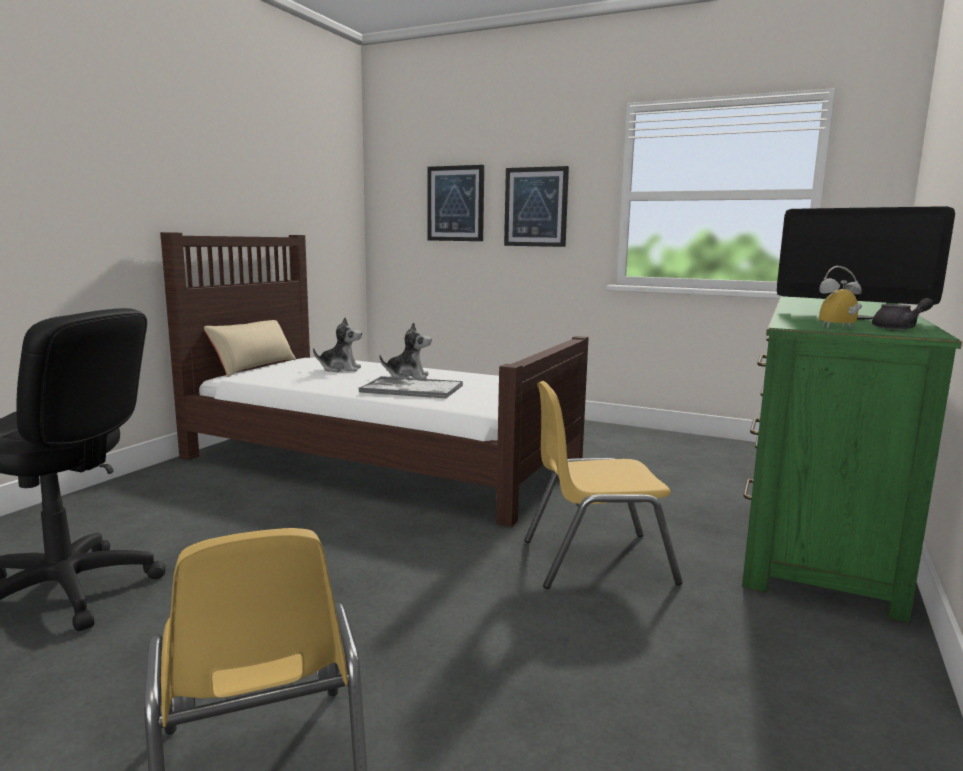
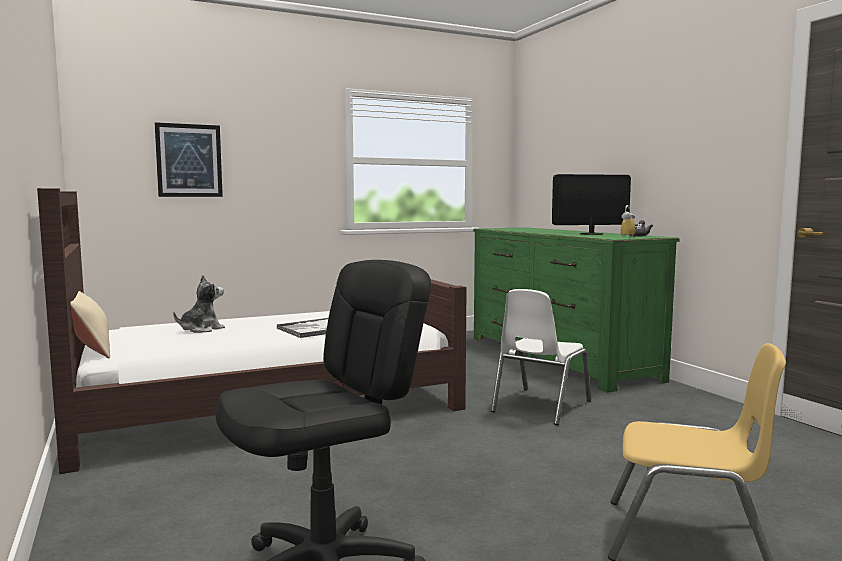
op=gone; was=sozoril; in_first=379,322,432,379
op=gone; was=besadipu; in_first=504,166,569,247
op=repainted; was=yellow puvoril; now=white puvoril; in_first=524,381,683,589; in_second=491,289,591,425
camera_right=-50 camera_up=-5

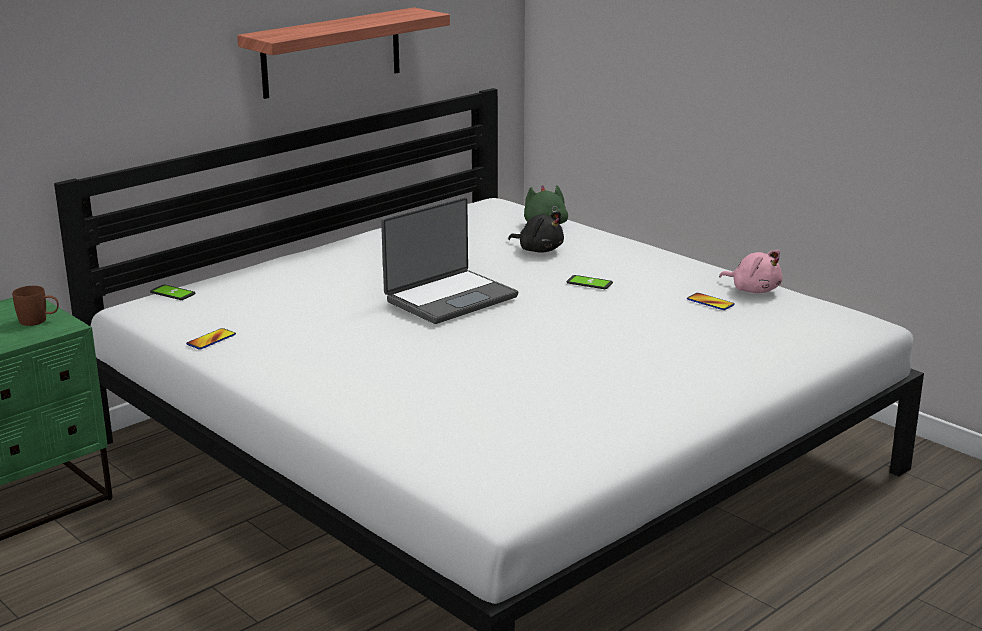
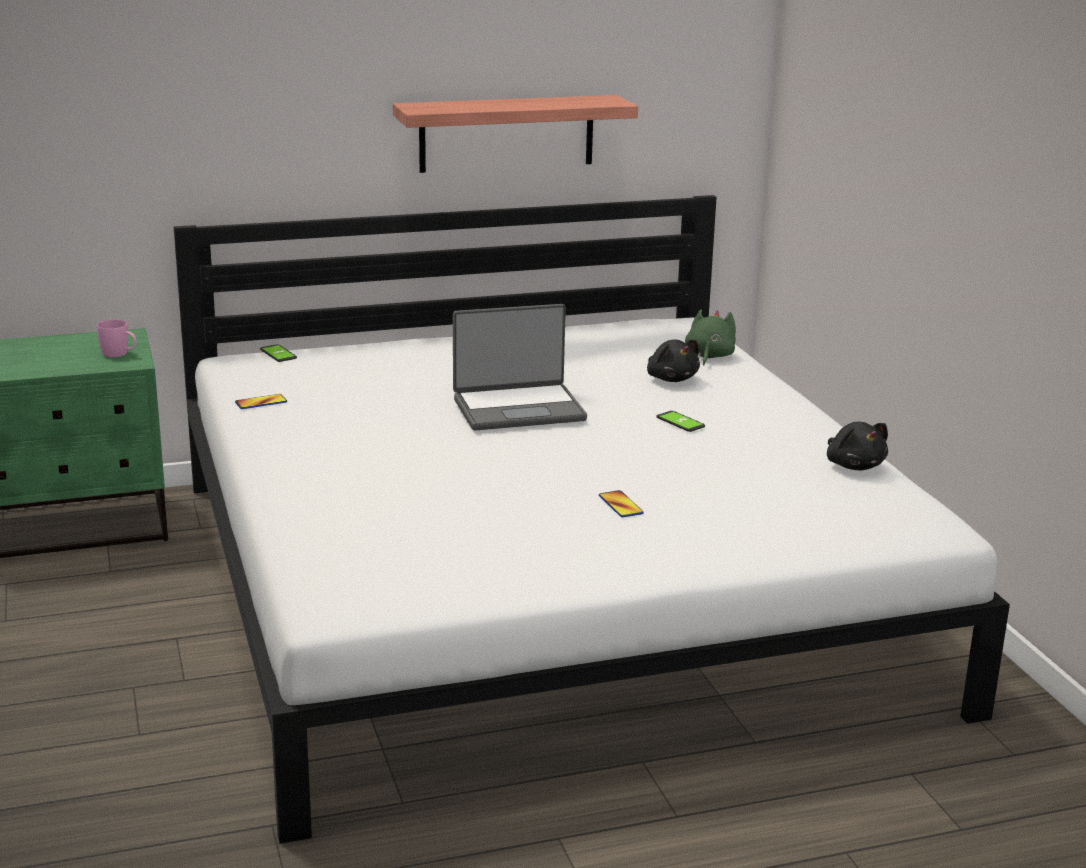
op=repainted; was=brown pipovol; now=pink pipovol; in_first=12,286,59,326; in_second=97,319,137,357
op=shifted; was=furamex; in_first=687,293,735,310; in_second=599,490,644,517
op=repainted; was=pink sozoril; now=black sozoril; in_first=719,250,782,293; in_second=827,422,888,470
camera_right=25 camera_up=0

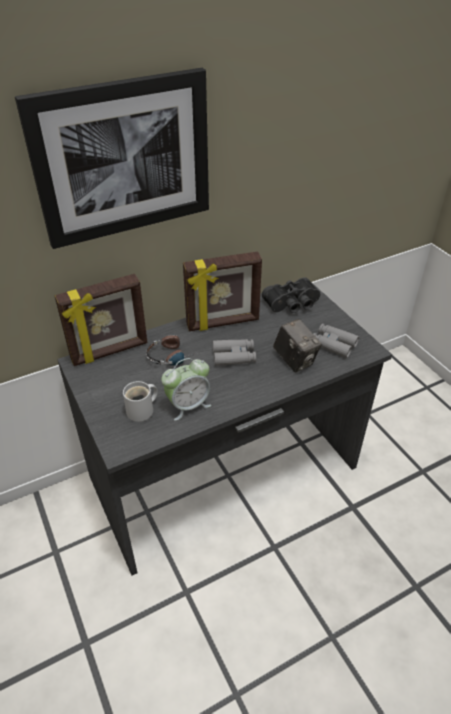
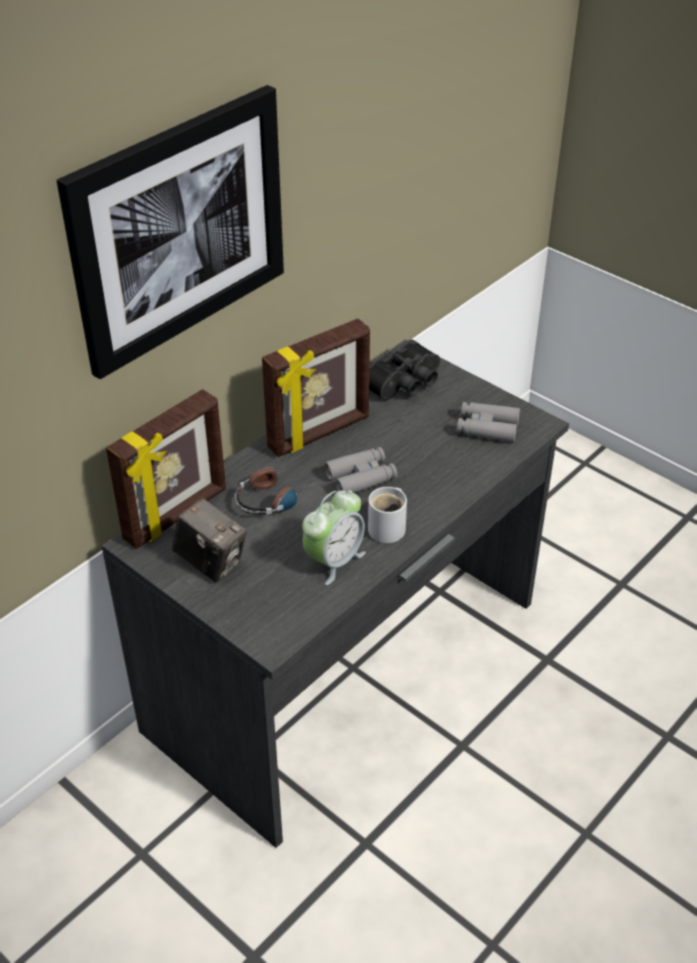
op=shifted; was=white pipovol; in_first=123,381,158,422; in_second=368,487,407,543
op=shifted; was=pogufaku; in_first=273,319,322,372; in_second=172,498,247,582
camera_right=-20 camera_up=0

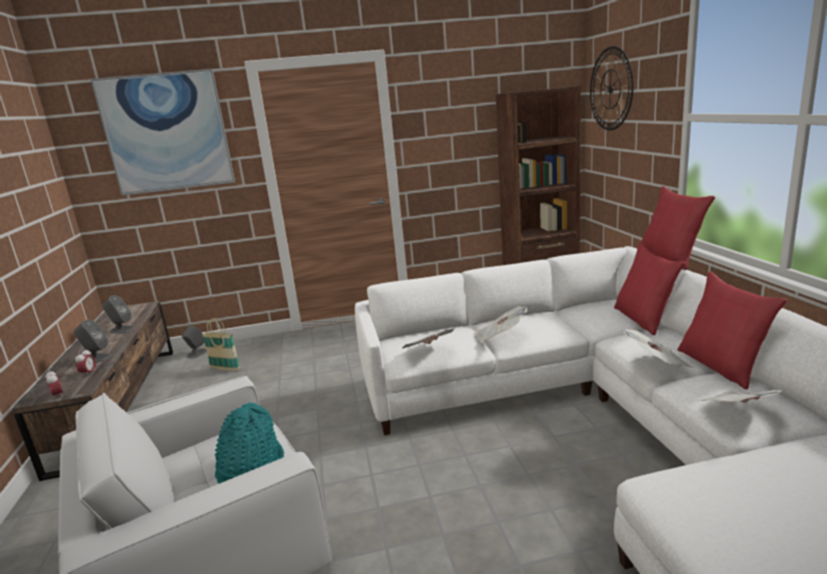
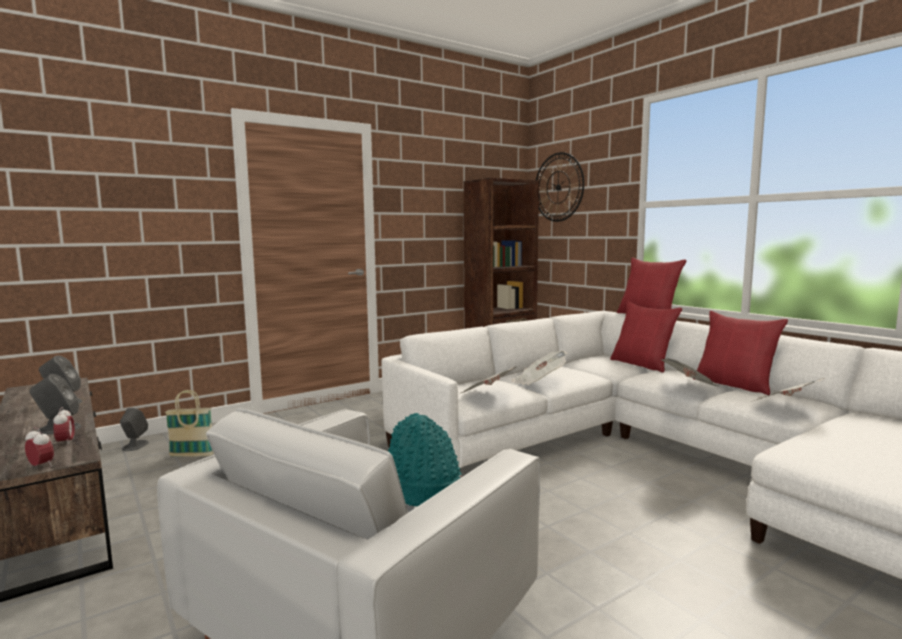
op=gone; was=besadipu; in_first=90,69,235,196
camera_right=-25 camera_up=-10

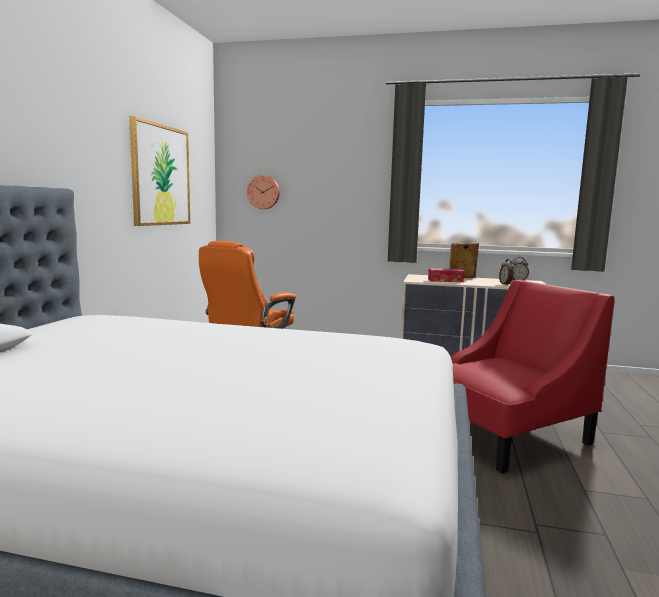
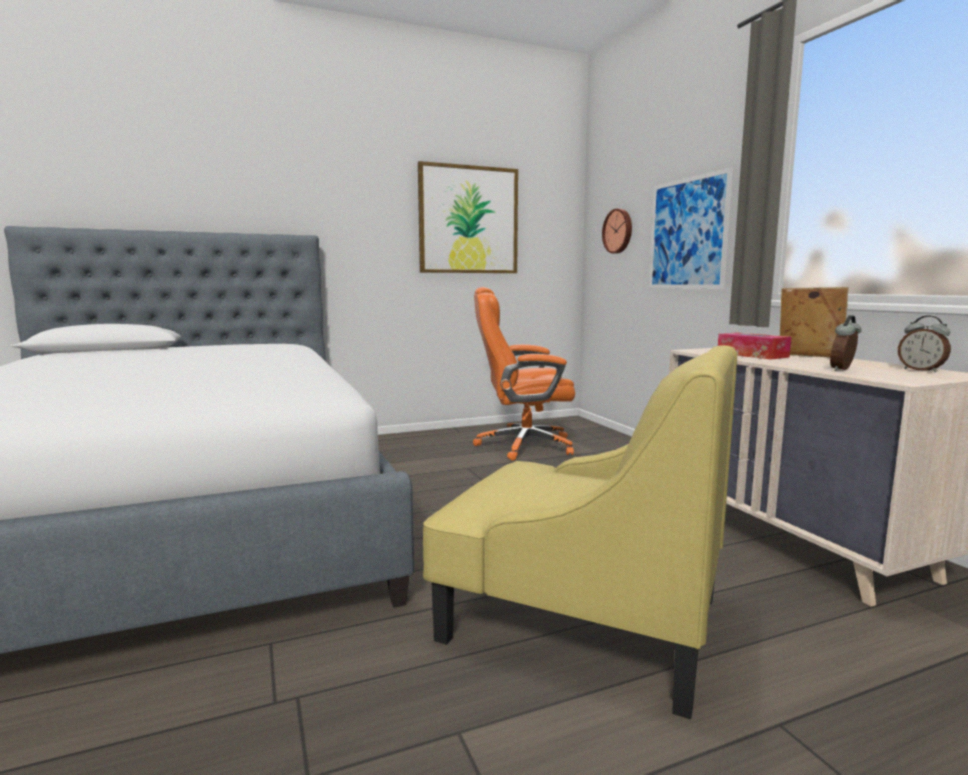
op=repainted; was=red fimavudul; now=yellow fimavudul; in_first=451,280,615,474; in_second=423,345,737,719
op=new; now=besadipu; in_second=649,167,733,289
camera_right=55 camera_up=0

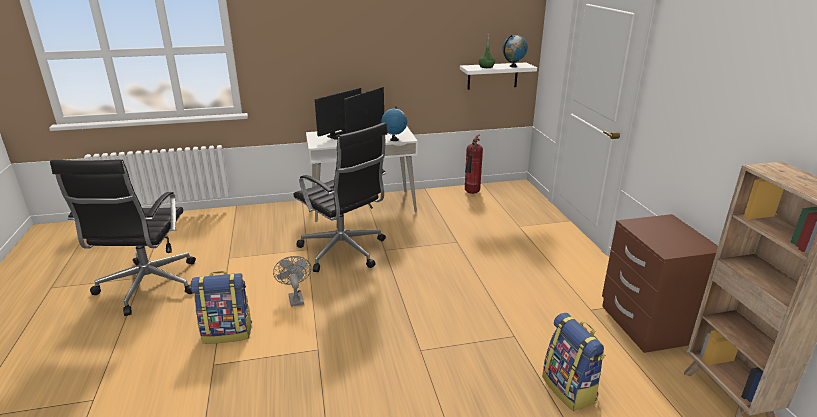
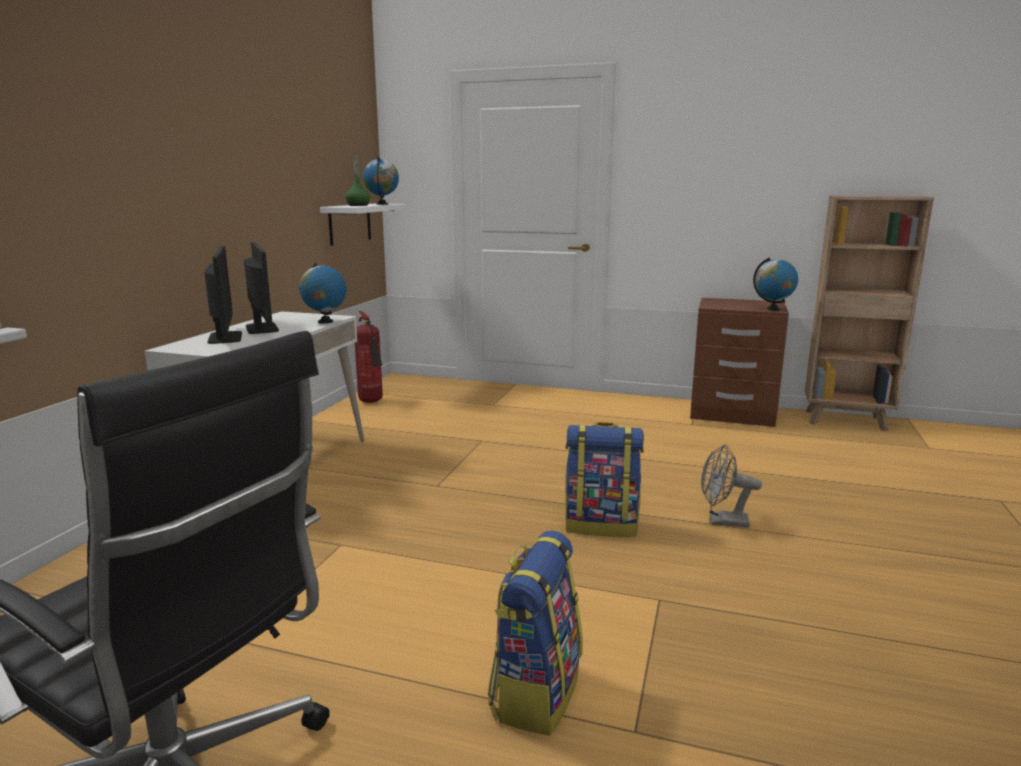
op=shifted; was=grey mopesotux; in_first=273,256,311,307; in_second=701,444,762,528
op=gone; was=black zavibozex; in_first=294,123,388,272
op=shifted; was=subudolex; in_first=542,313,605,411; in_second=565,422,644,537
op=new; now=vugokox; in_second=753,257,798,311
camera_right=-60 camera_up=-10

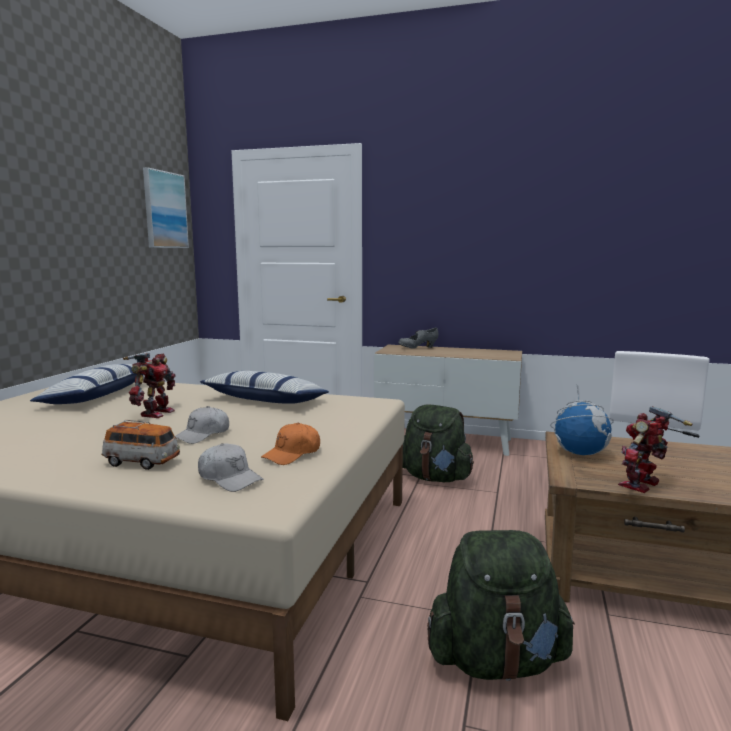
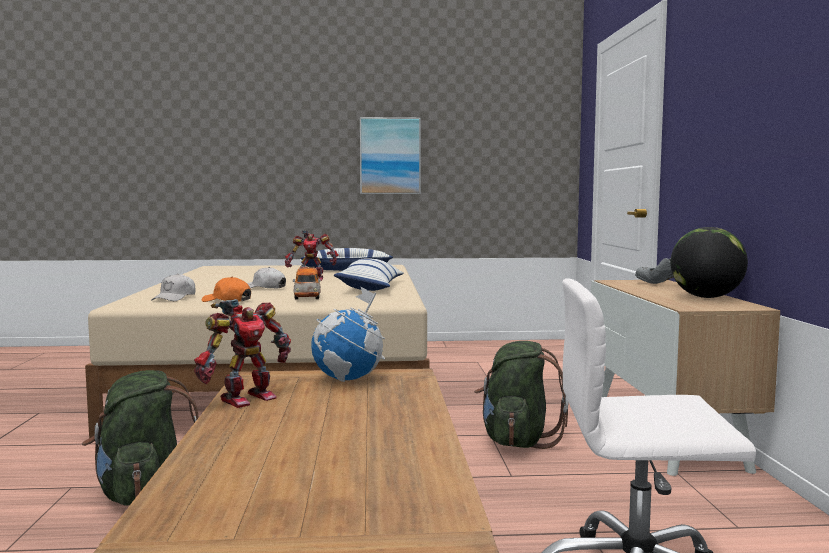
op=shifted; was=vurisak; in_first=101,420,180,470; in_second=293,266,321,300
op=shifted; was=besadipu; in_first=143,167,189,248; in_second=360,117,421,194
op=rotated; was=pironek; in_first=618,406,692,493; in_second=194,299,291,408; clockwise=105
op=new; now=vugokox; in_second=670,227,748,298
camera_right=70 camera_up=-5

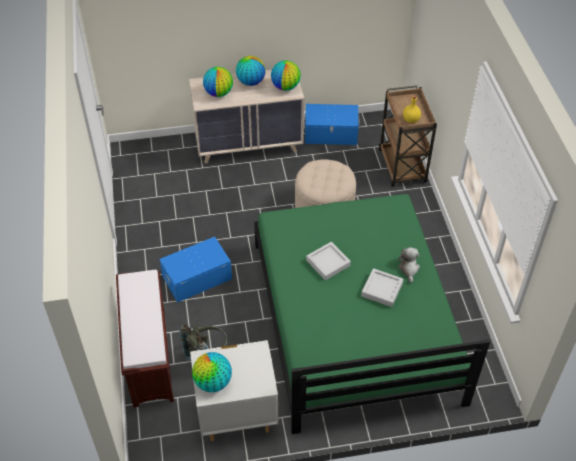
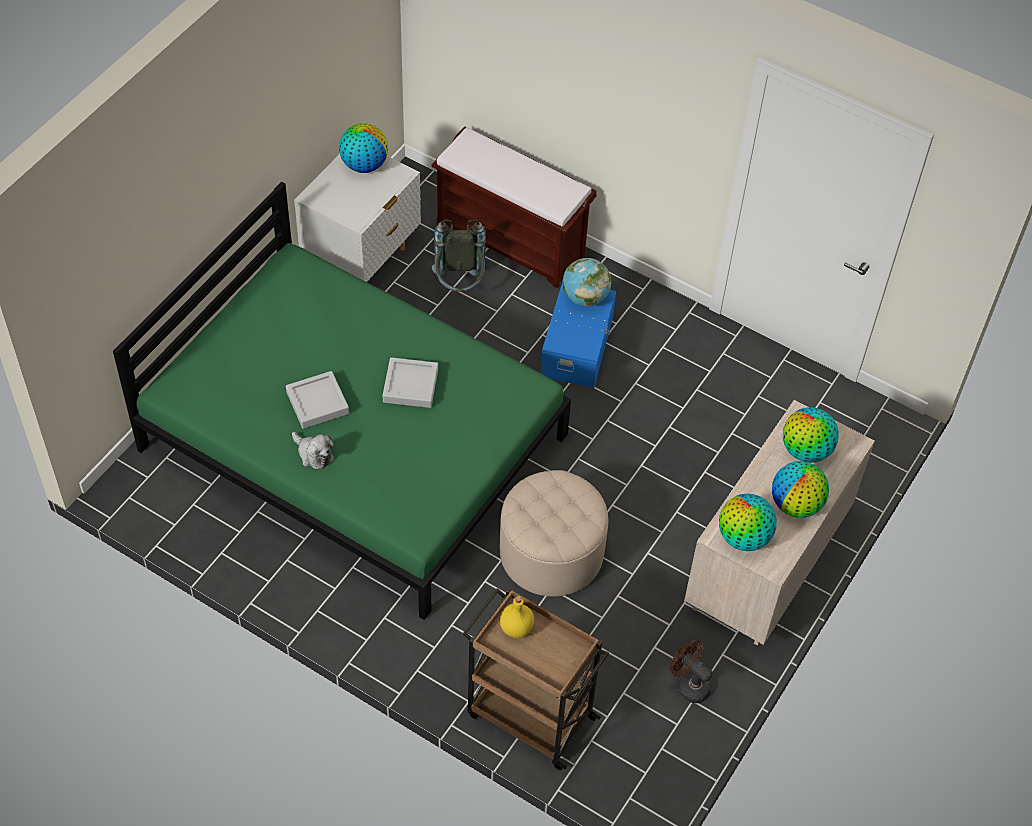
op=swapped; was=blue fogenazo; now=brown mopesotux; in_first=304,104,360,145; in_second=670,640,713,703
op=new; now=vugokox; in_second=562,258,612,307
camera_right=130 camera_up=5

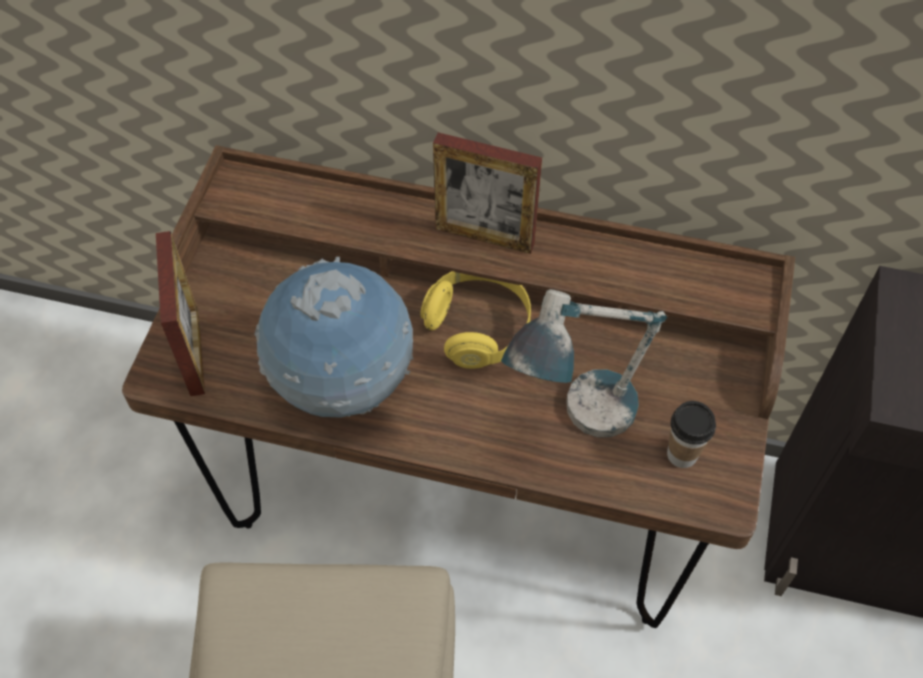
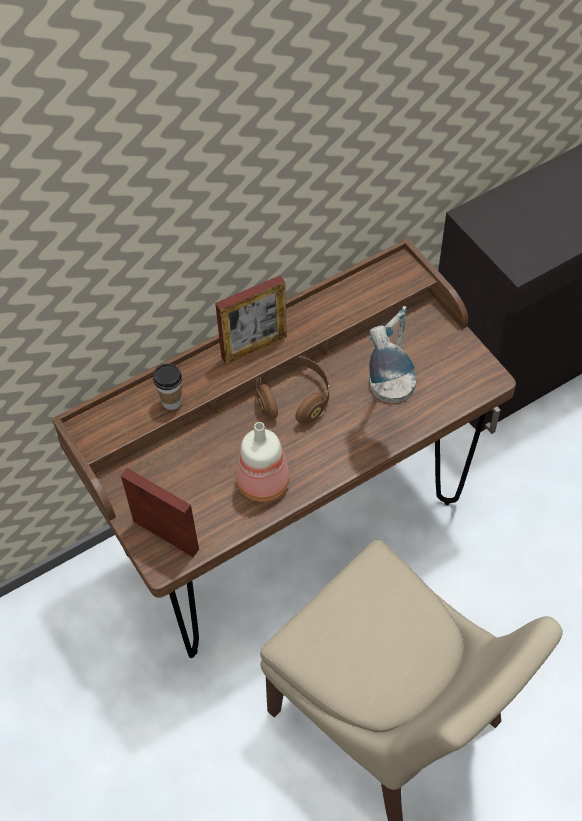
op=swapped; was=vugokox; now=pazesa; in_first=255,257,413,418; in_second=236,422,290,502
op=repainted; was=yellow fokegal; now=brown fokegal; in_first=420,271,531,369; in_second=256,356,329,423
op=shifted; was=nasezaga; in_first=667,401,716,468; in_second=153,363,182,410
camera_right=-45 camera_up=0

